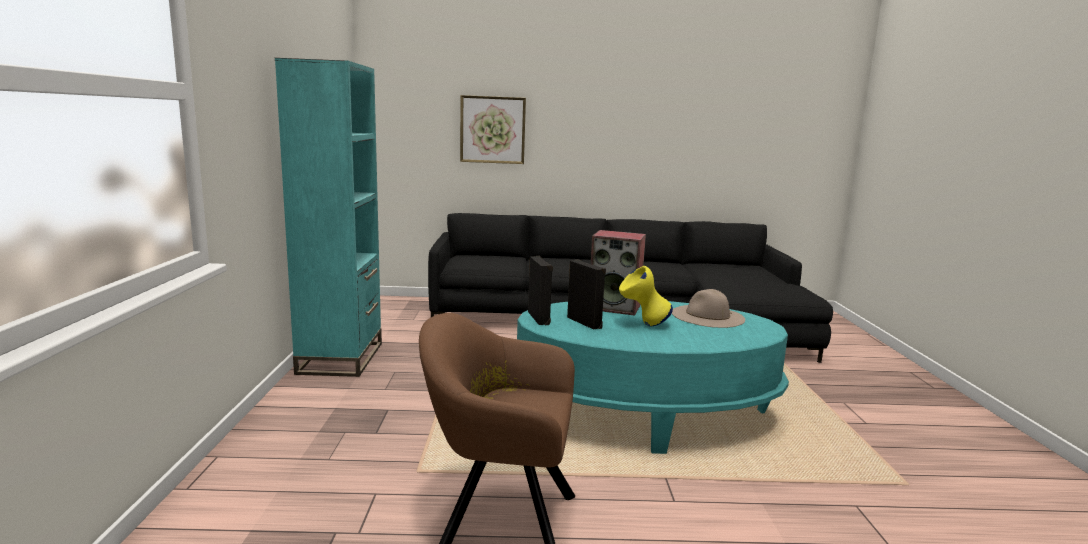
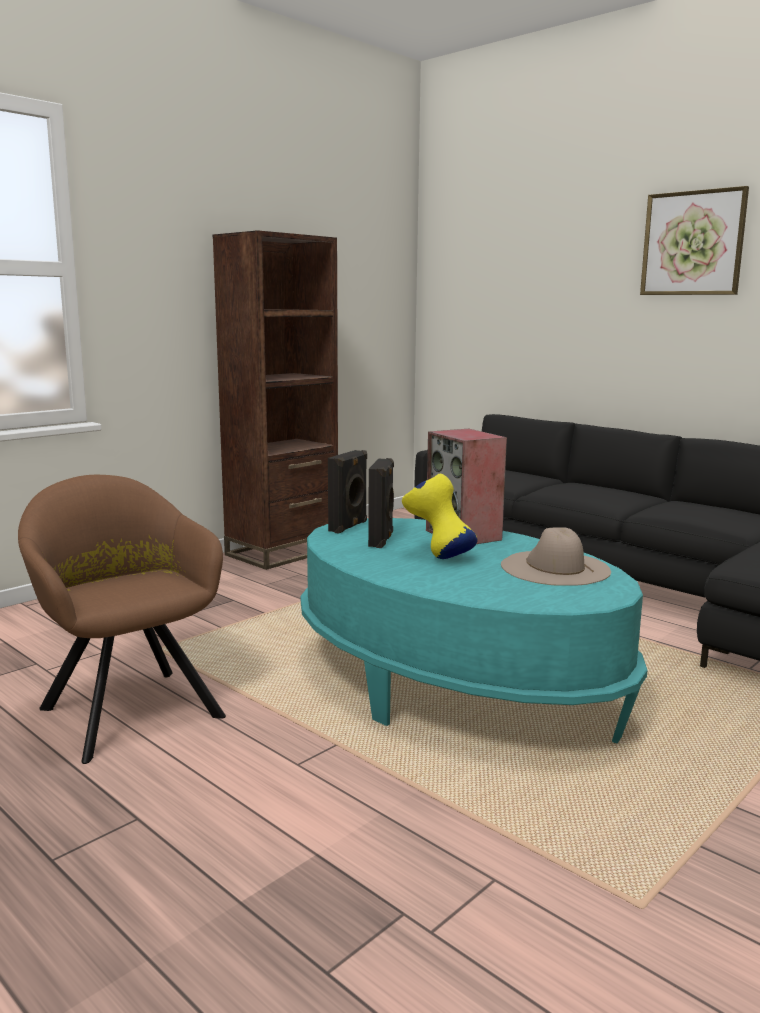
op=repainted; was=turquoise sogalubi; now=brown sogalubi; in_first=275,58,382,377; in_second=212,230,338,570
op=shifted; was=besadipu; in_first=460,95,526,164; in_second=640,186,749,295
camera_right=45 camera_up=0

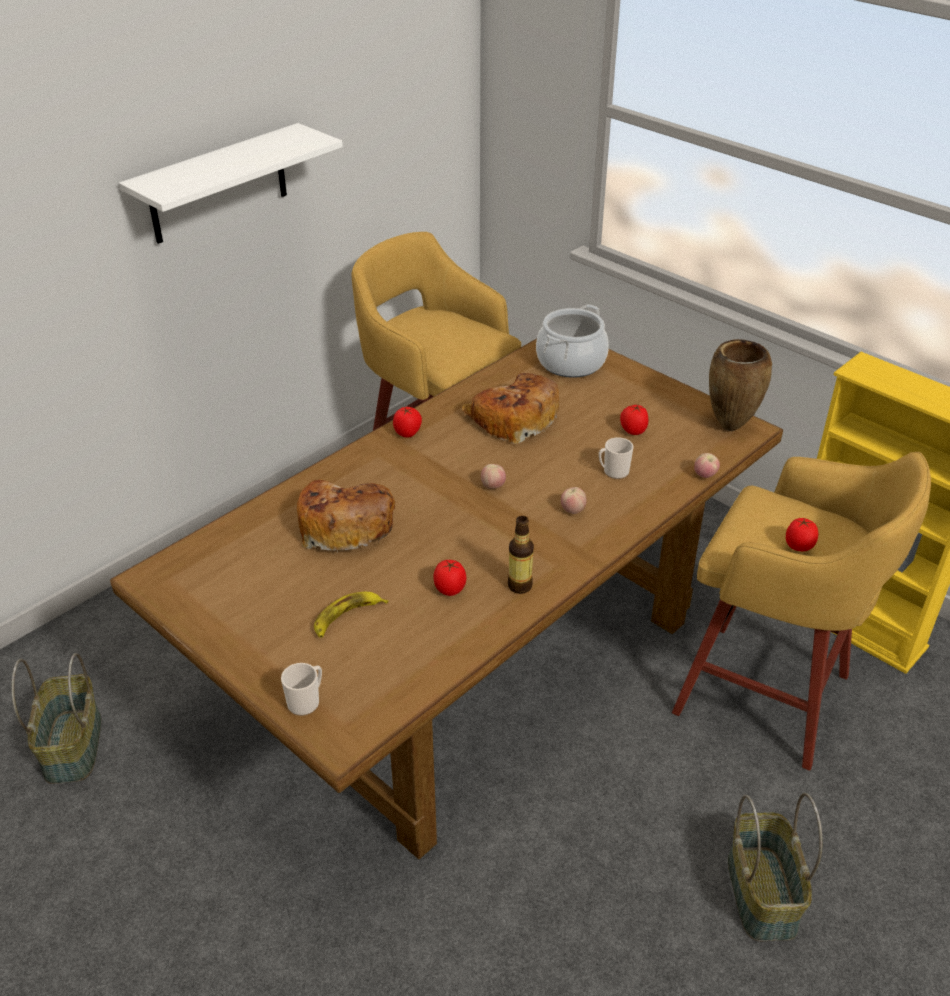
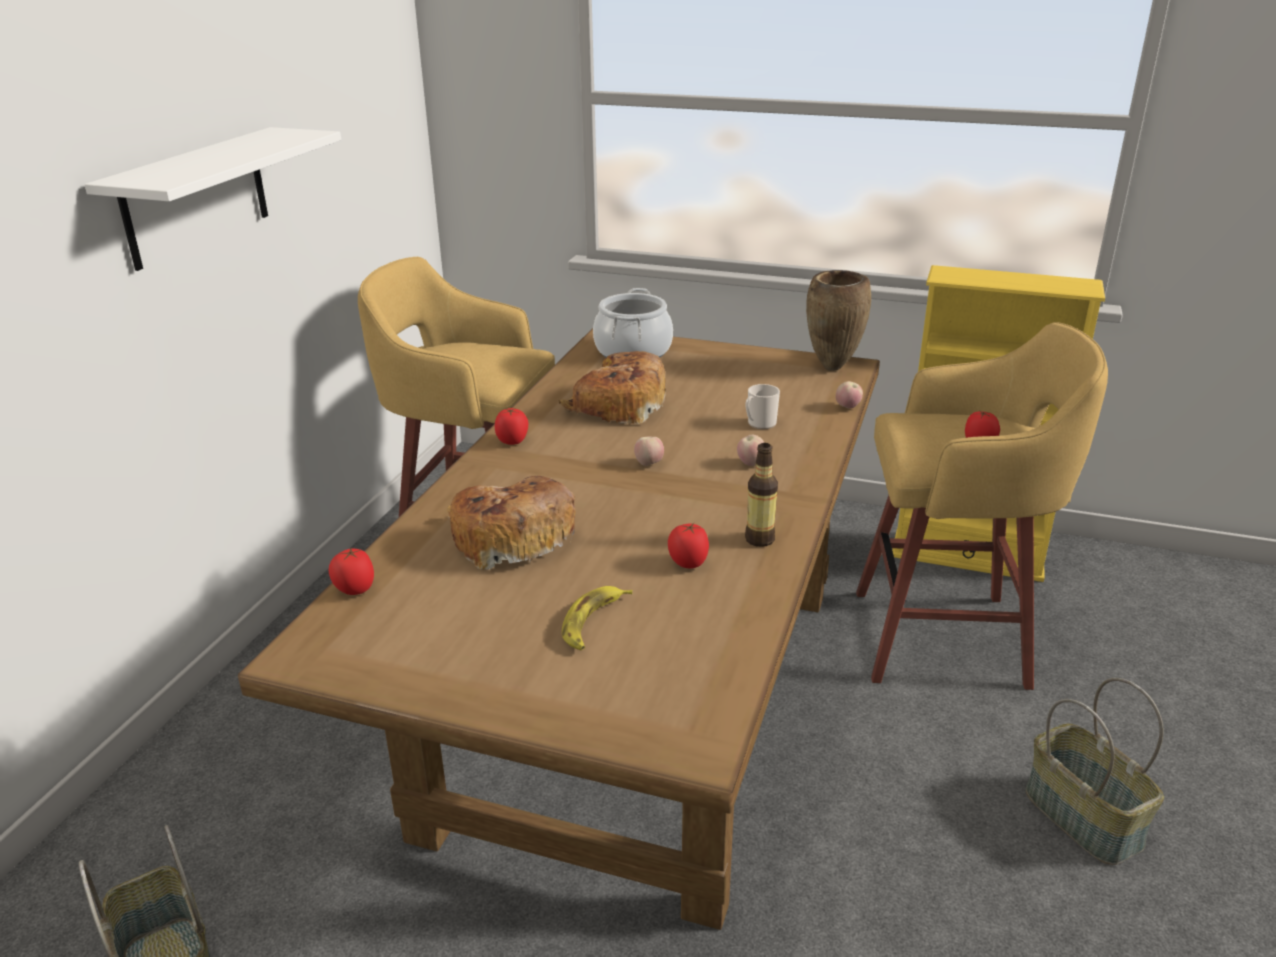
op=gone; was=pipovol; in_first=281,663,322,716
op=shifted; was=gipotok; in_first=620,405,648,435; in_second=329,548,374,595
camera_right=-25 camera_up=-10

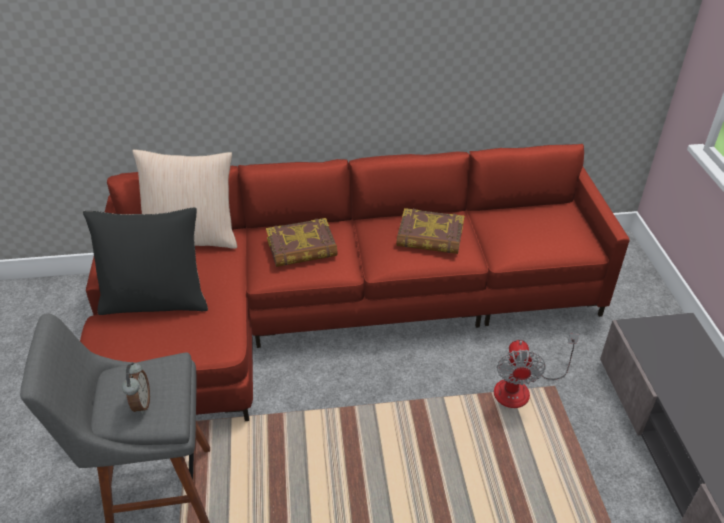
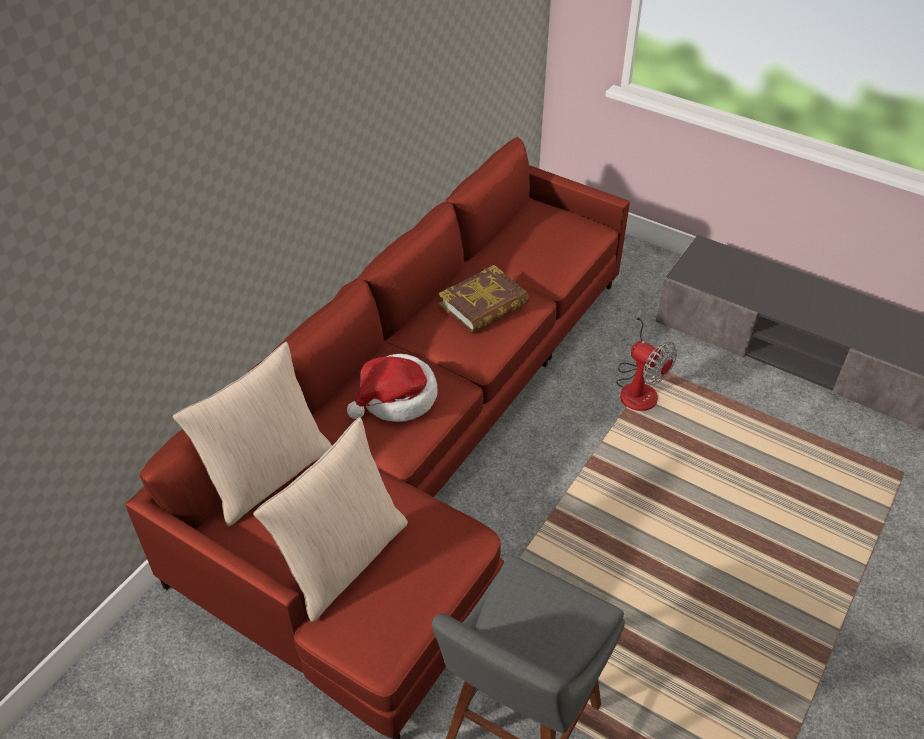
op=repainted; was=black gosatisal; now=beige gosatisal; in_first=83,207,208,315; in_second=253,417,408,622
op=gone; was=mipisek; in_first=122,362,150,414
op=swapped; was=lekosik; now=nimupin; in_first=266,218,338,267; in_second=347,354,438,422
camera_right=-50 camera_up=5

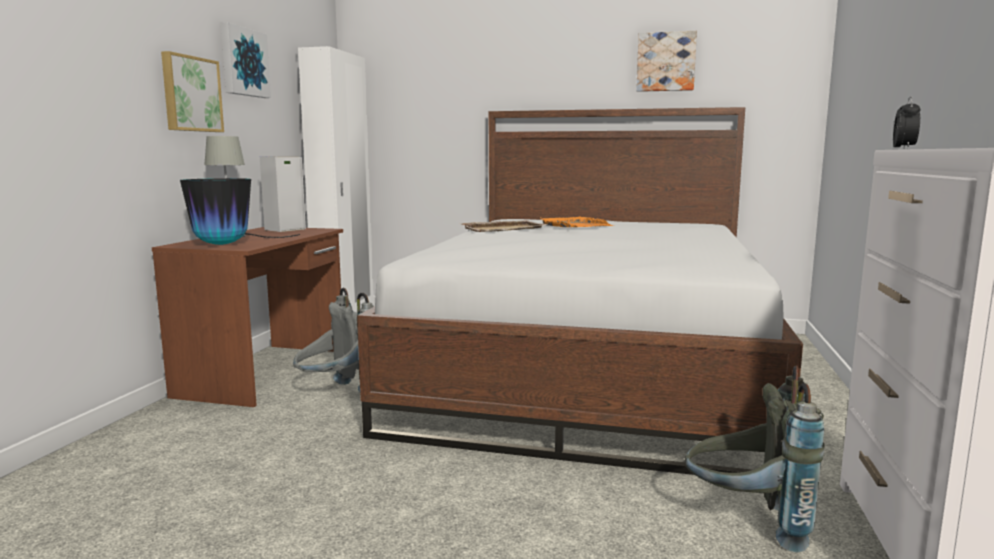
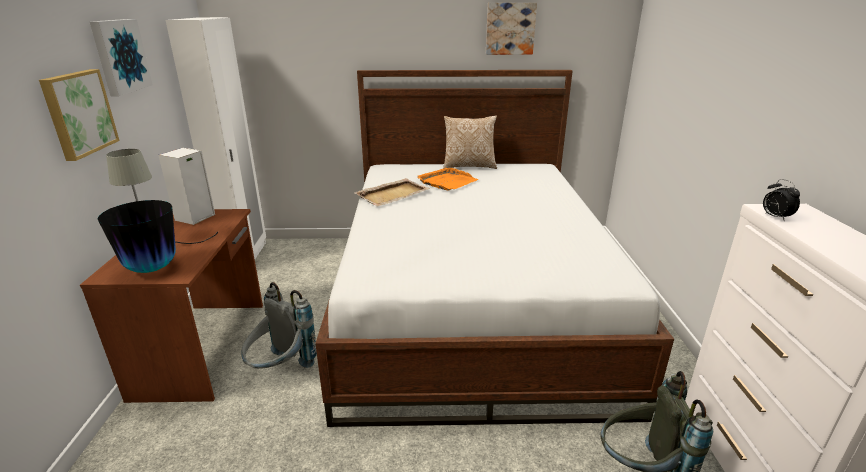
op=rotated; was=mipisek; in_first=893,97,921,148; in_second=763,179,800,221; clockwise=150
op=new; now=gosatisal; in_second=443,115,497,169
camera_right=-15 camera_up=15

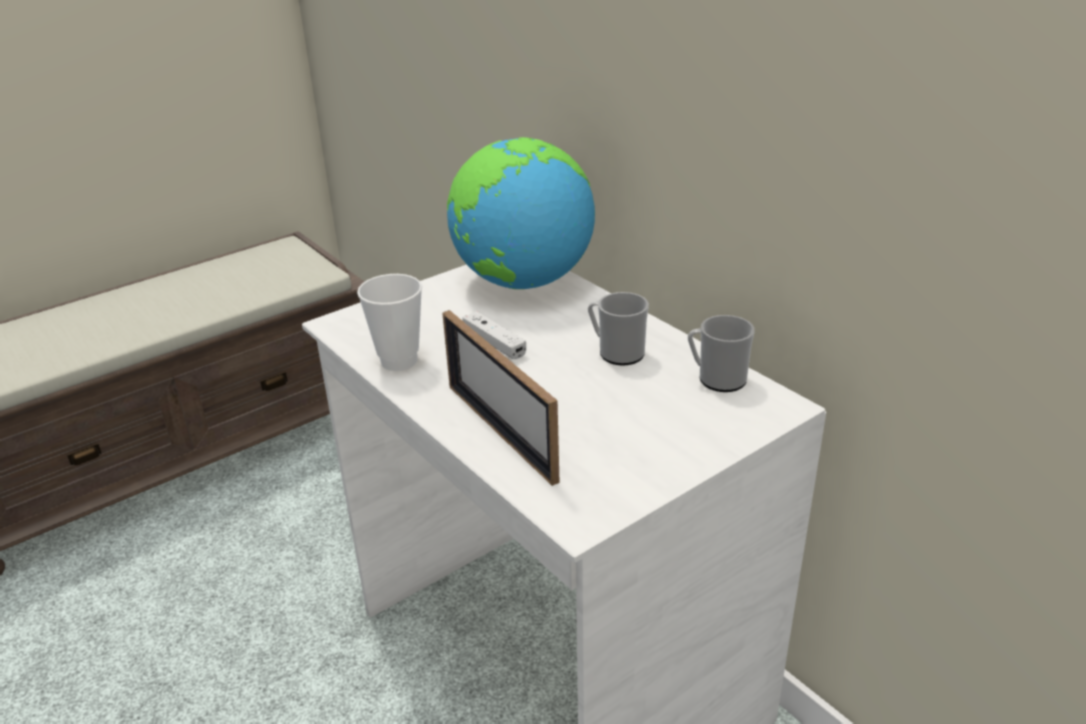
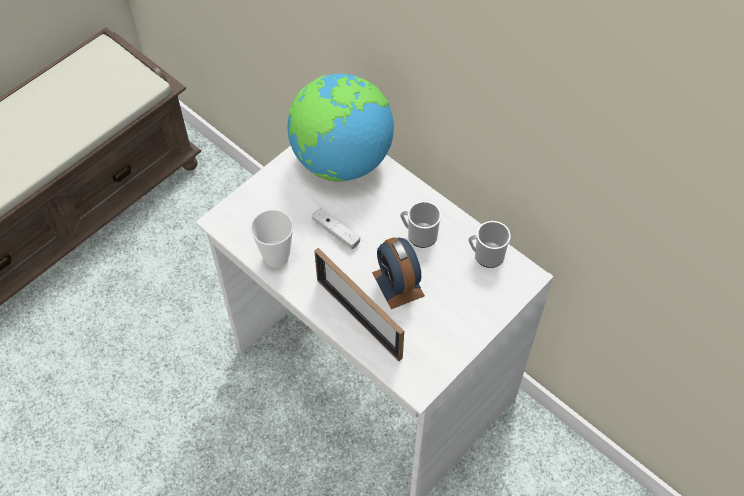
op=new; now=mipisek; in_second=372,237,425,309
camera_right=-10 camera_up=25

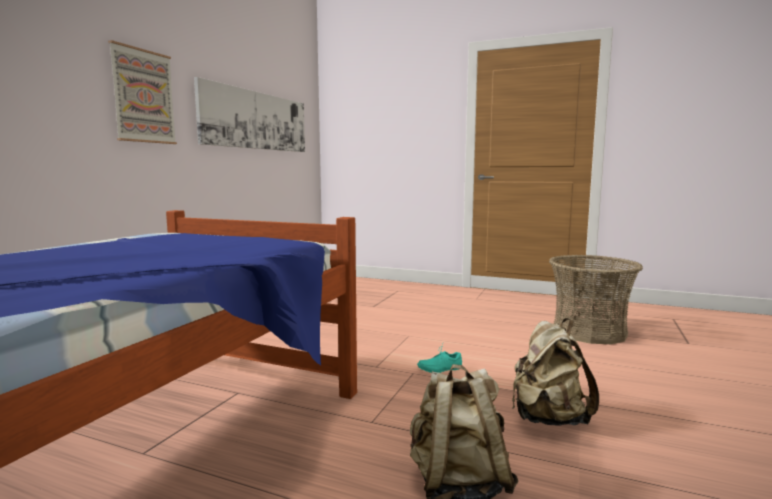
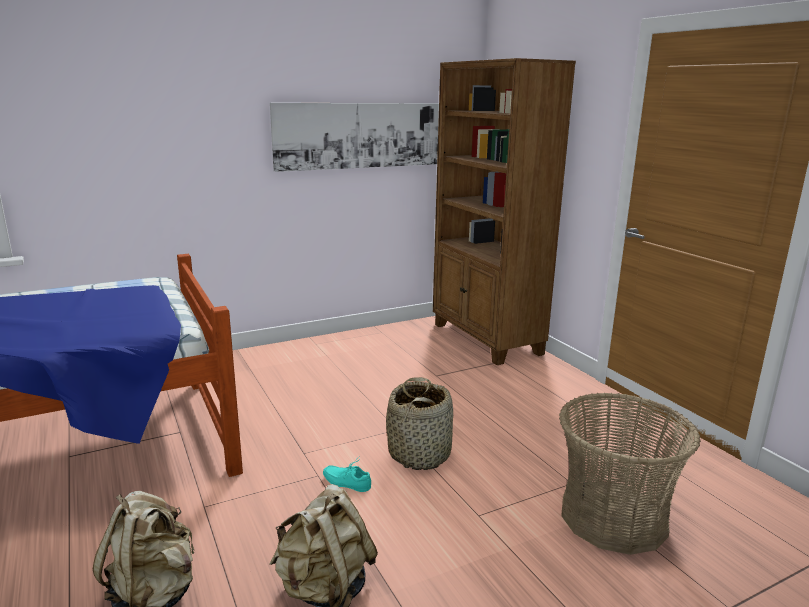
op=gone; was=besadipu; in_first=108,40,177,144
op=new; now=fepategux; in_second=386,377,453,470
op=new; now=brown sogalubi; in_second=433,58,576,365
camera_right=40 camera_up=10

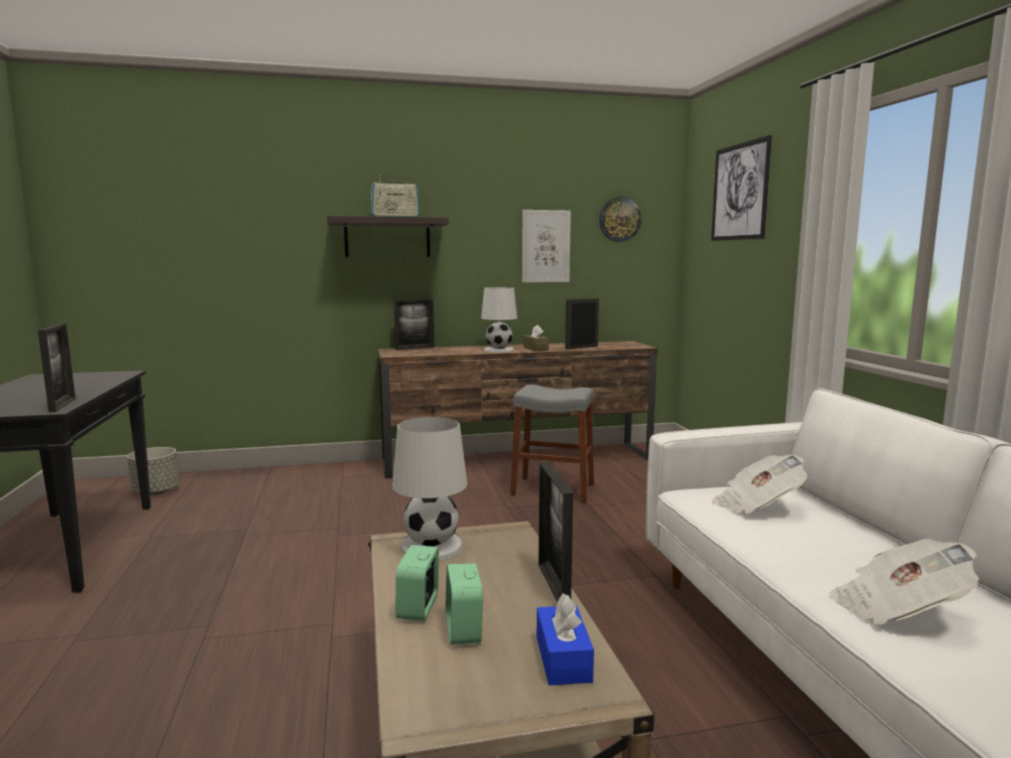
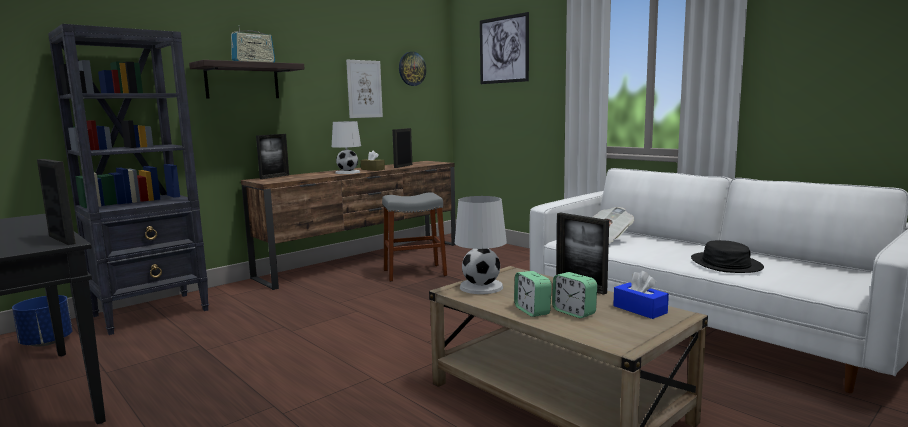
op=repainted; was=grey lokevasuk; now=blue lokevasuk; in_first=127,447,179,495; in_second=12,295,72,347
op=swapped; was=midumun; now=black nimupin; in_first=830,539,979,625; in_second=691,240,764,273
op=new; now=black sogalubi; in_second=48,24,209,335
camera_right=-30 camera_up=0

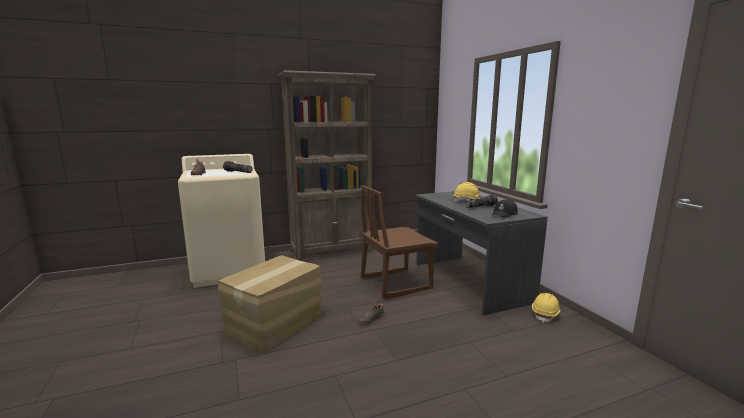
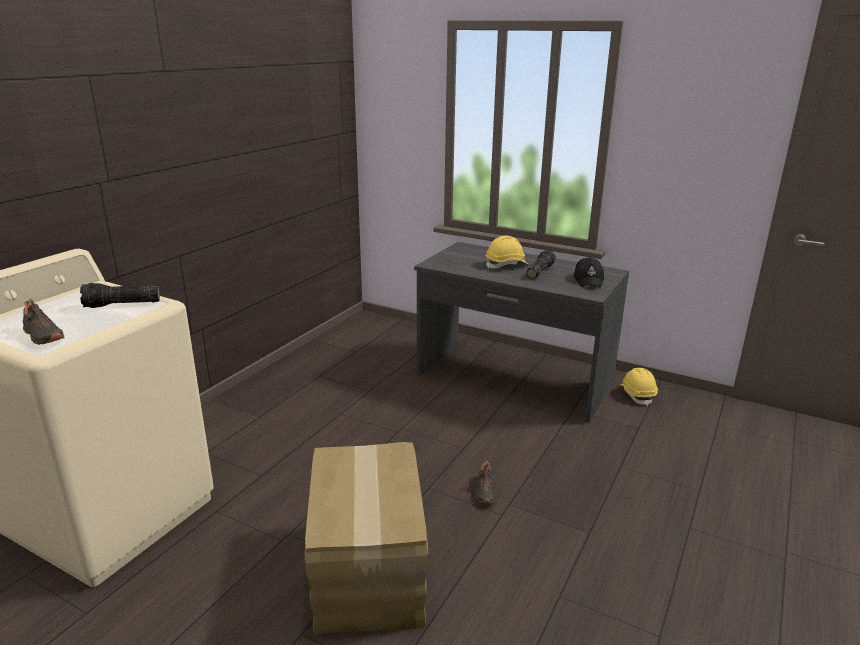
op=gone; was=brown sogalubi; in_first=278,70,375,261
op=gone; was=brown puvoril; in_first=361,185,438,299
camera_right=-40 camera_up=10

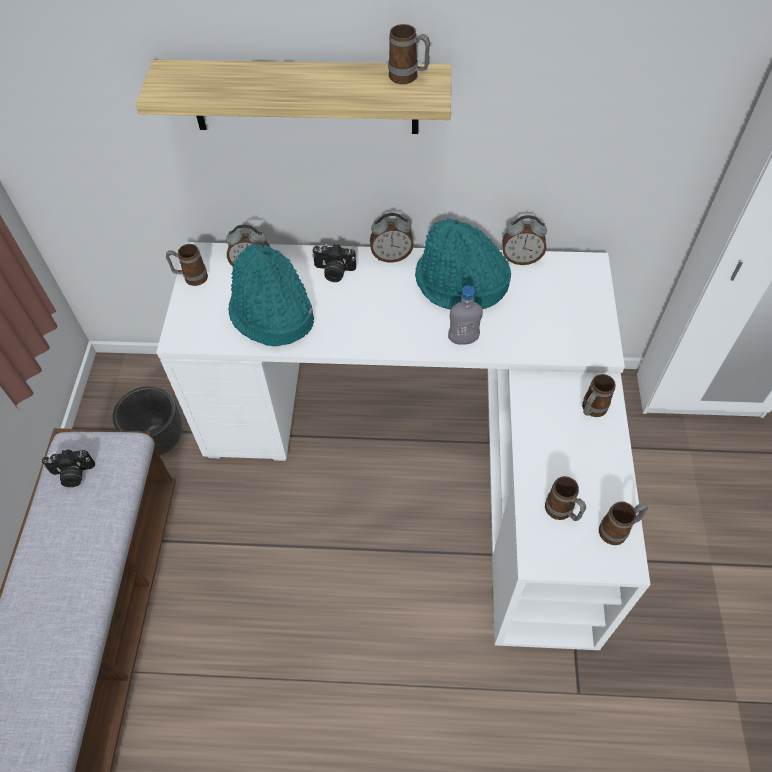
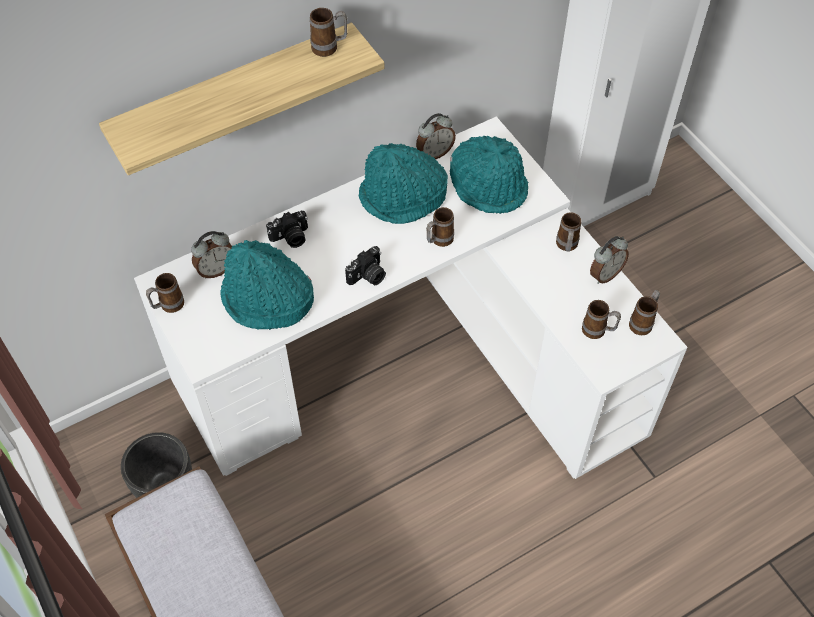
op=shifted; was=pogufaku; in_first=42,450,95,487; in_second=345,246,386,285
op=shifted; was=mipisek; in_first=370,213,414,263; in_second=590,236,629,284
op=swapped; was=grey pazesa; now=pipovol; in_first=448,286,483,345; in_second=426,207,454,247
op=new; now=turquoise nimupin; in_second=450,136,528,214
camera_right=-35 camera_up=0

